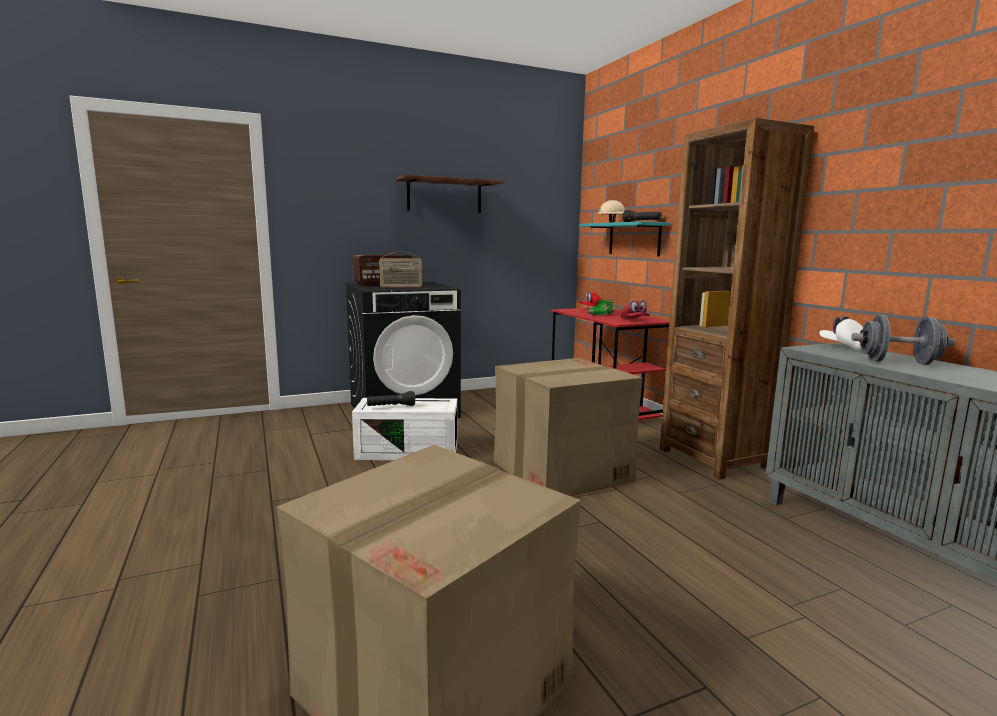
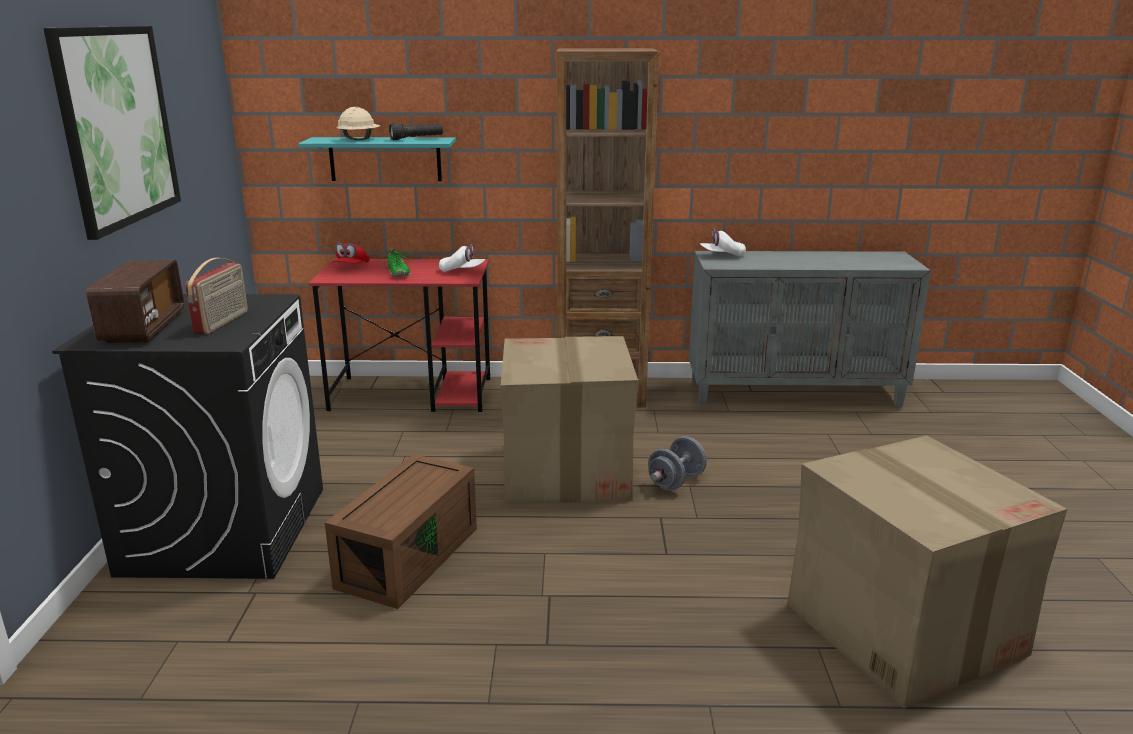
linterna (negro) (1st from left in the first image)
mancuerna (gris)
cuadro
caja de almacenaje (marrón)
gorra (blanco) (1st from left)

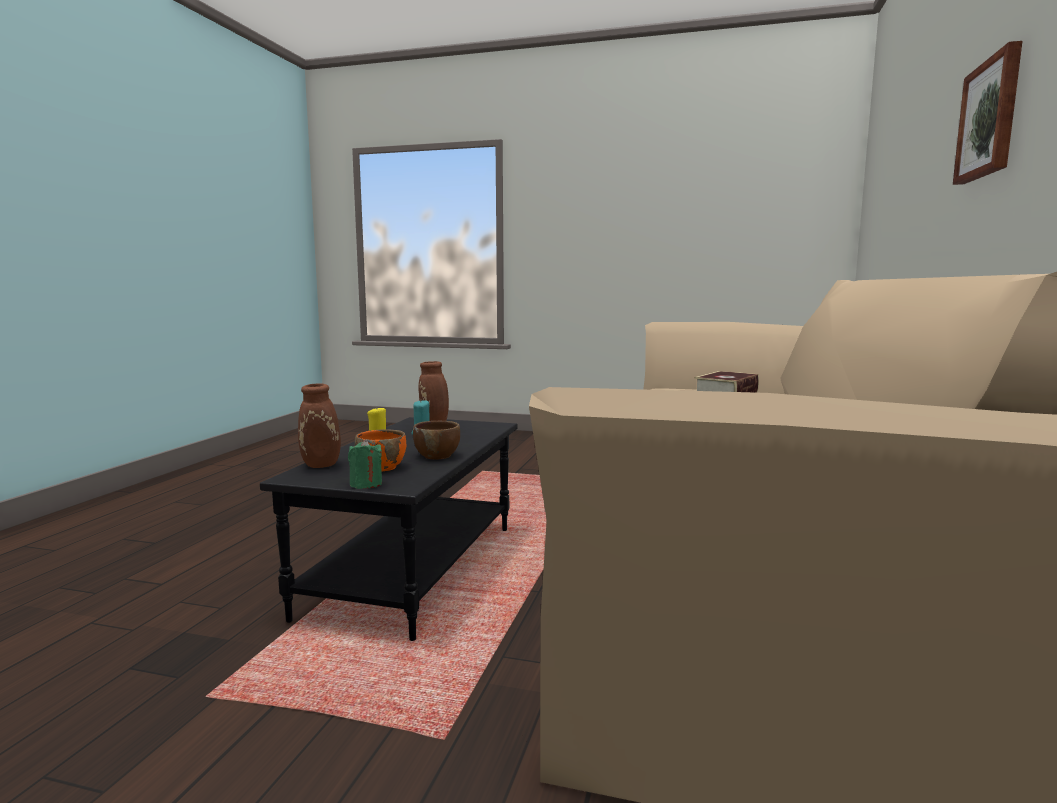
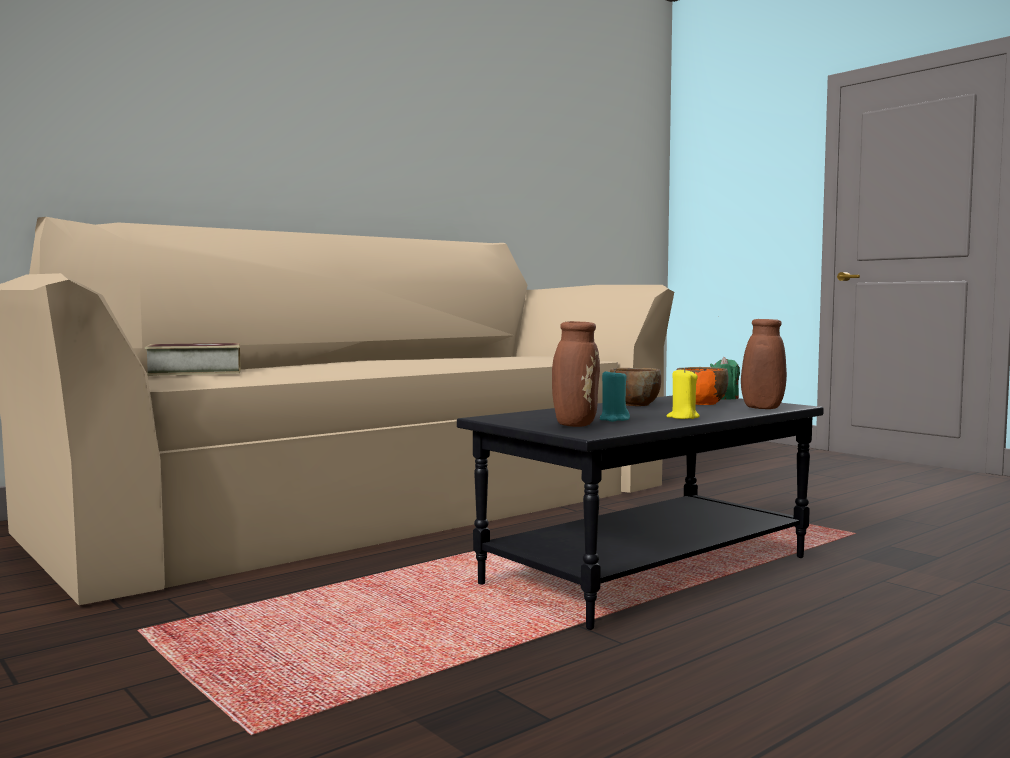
cuadro

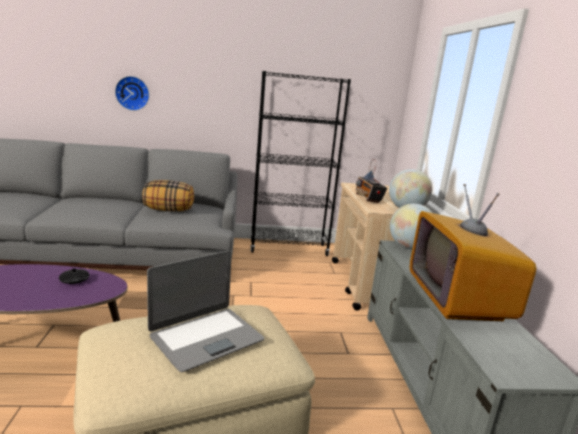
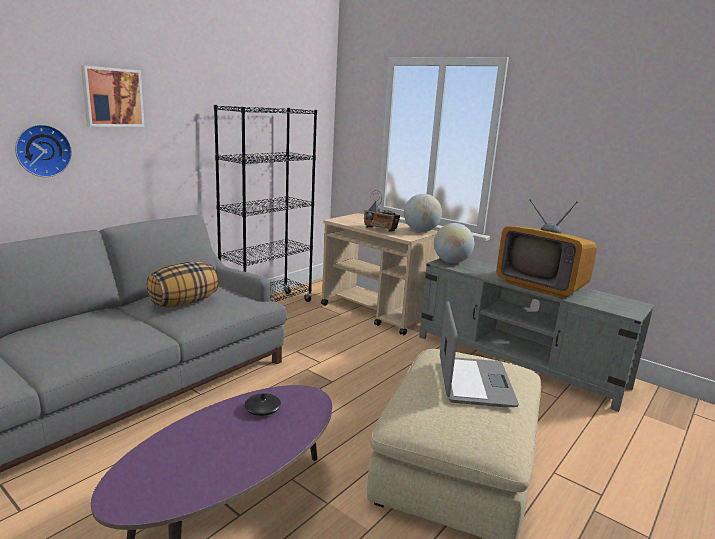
cuadro

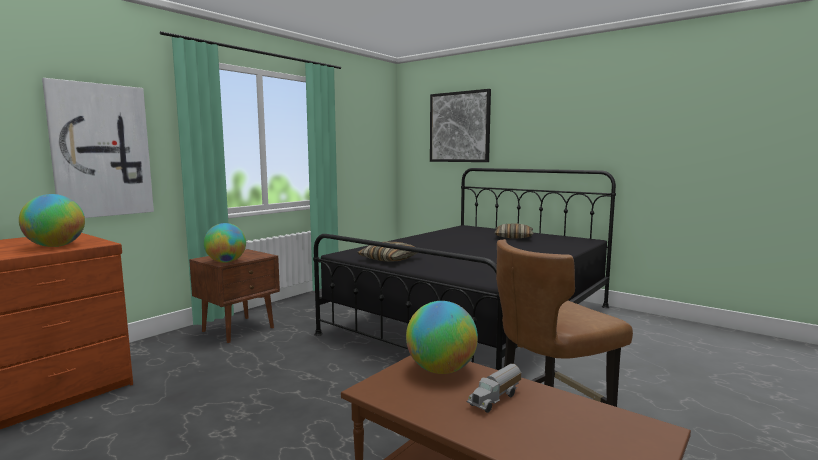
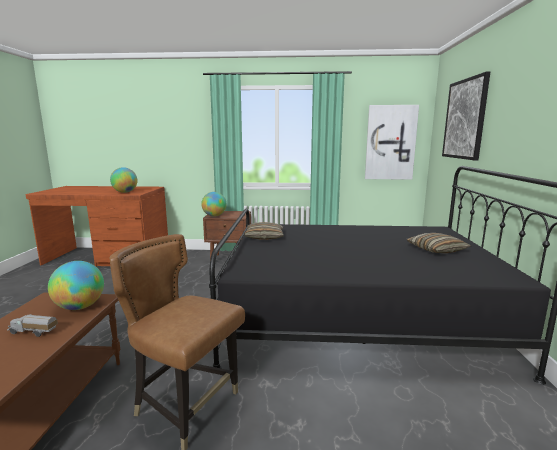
cuadro (1st from left)

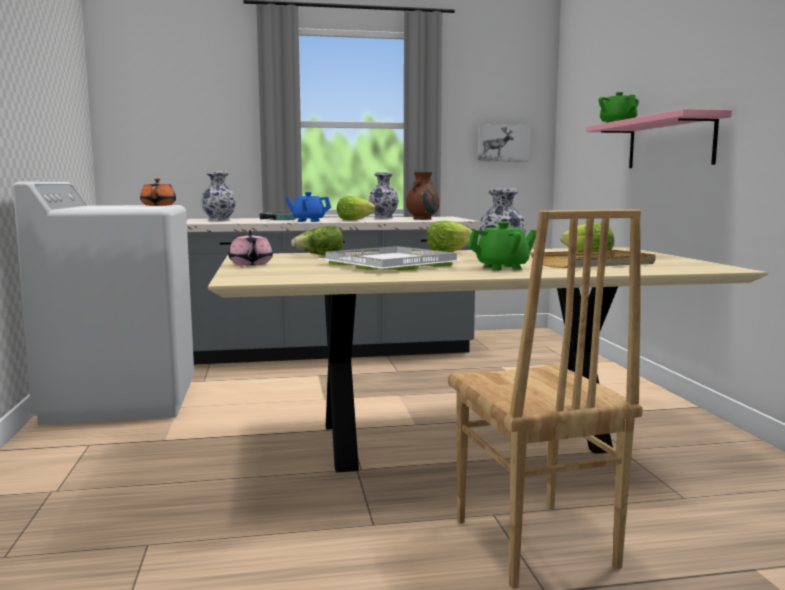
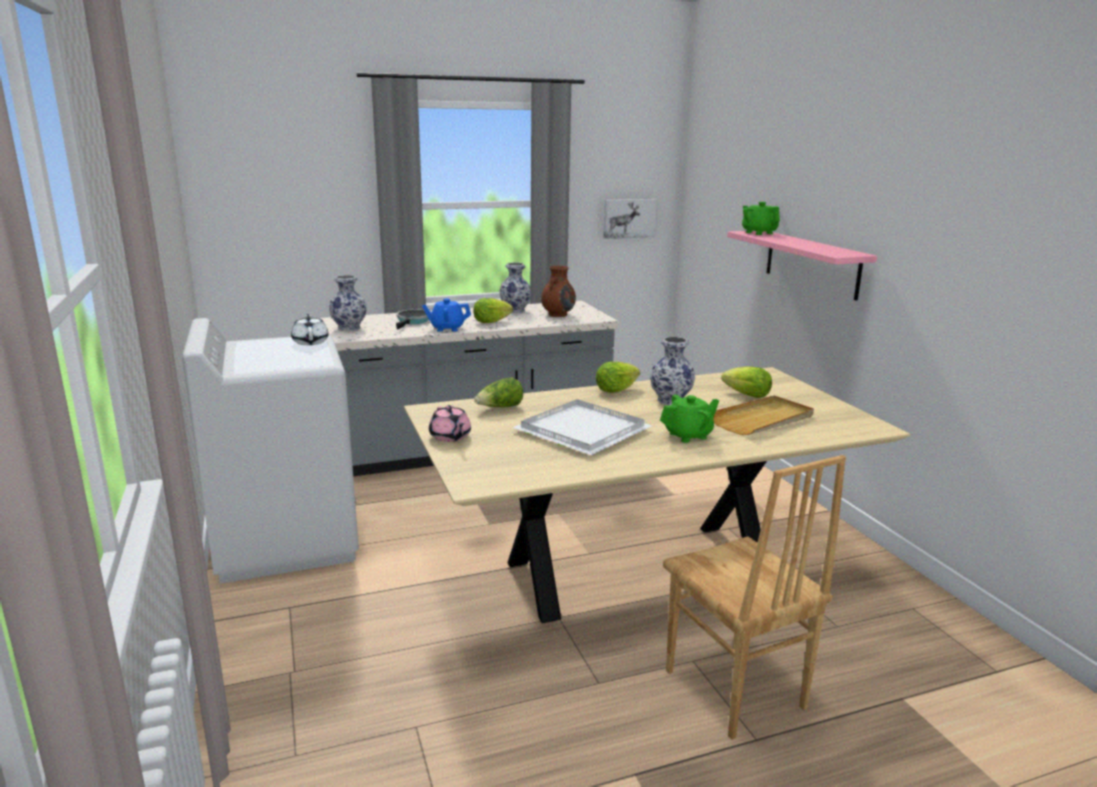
tetera (blanco)

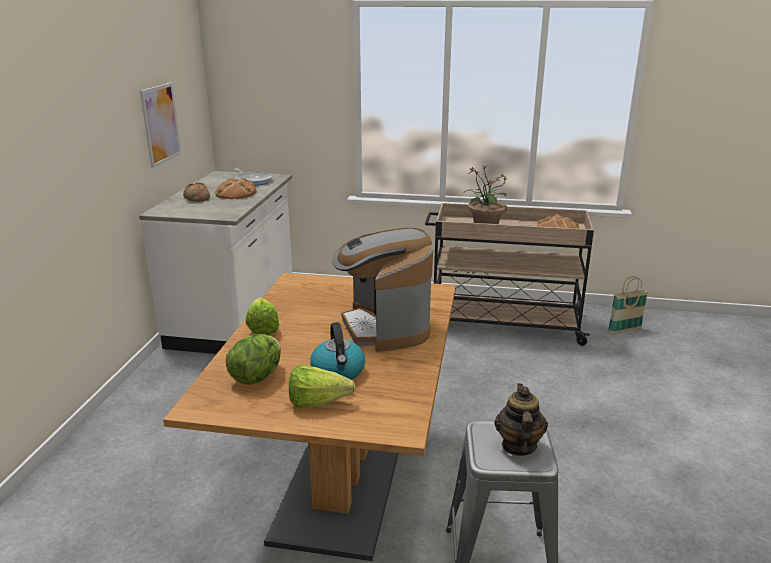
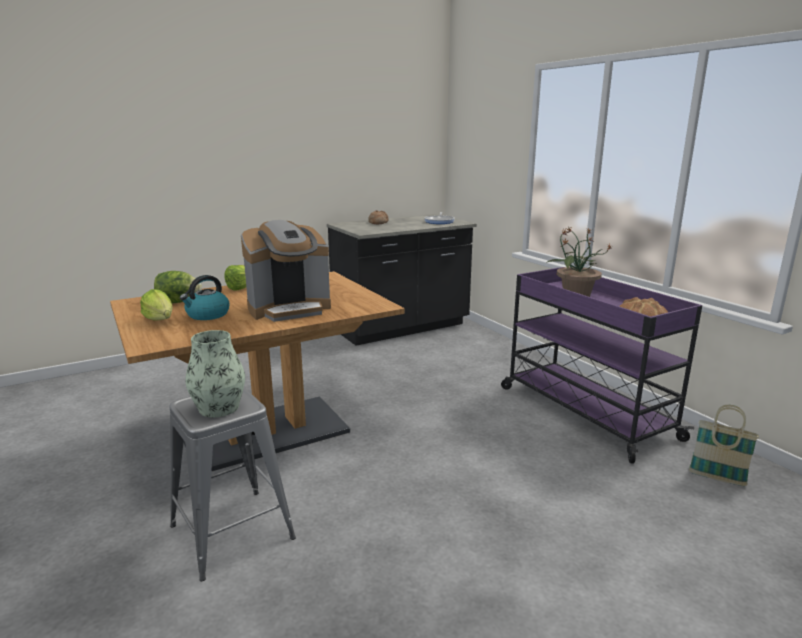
cuadro
pan (2nd from left in the first image)
florero
mueble bajo de cocina (negro)
carrito (morado)
cafetera

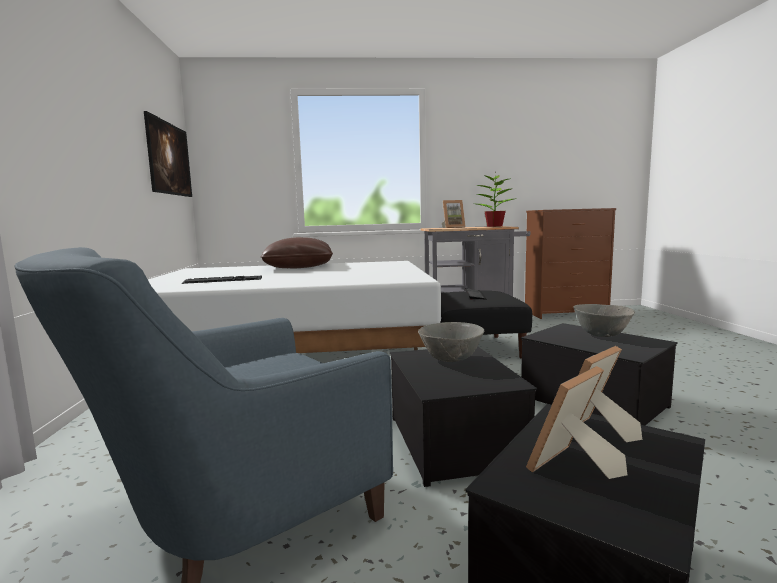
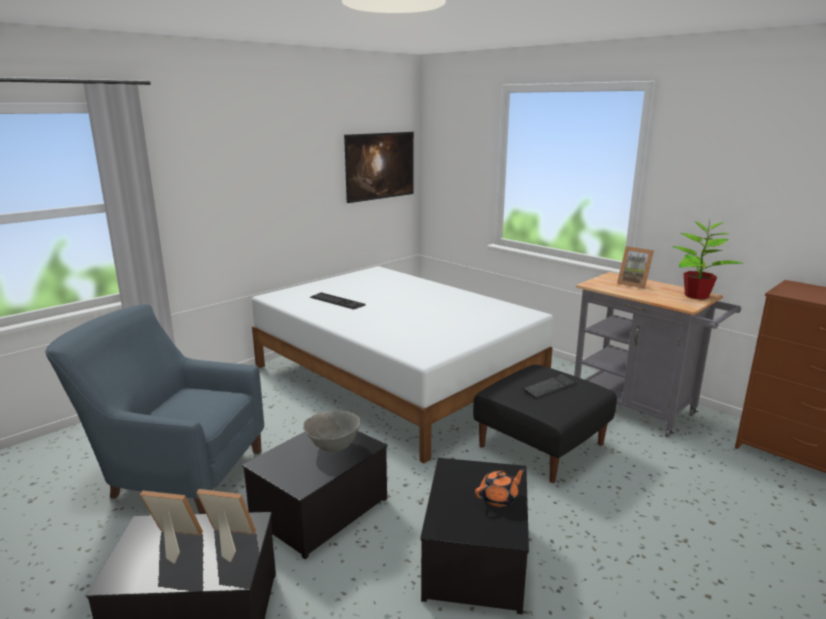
cojín (marrón)
tetera (naranja)

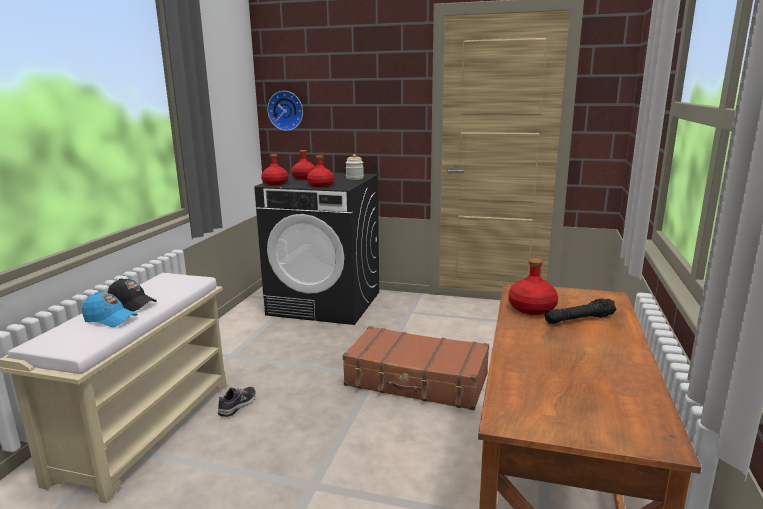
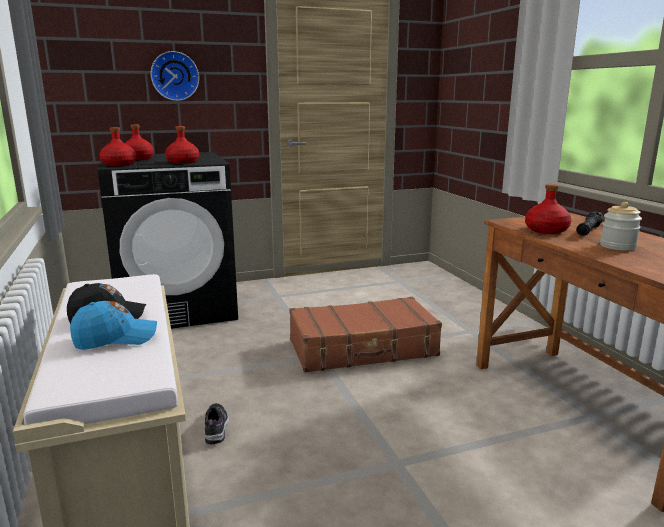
reloj de pared
tarro

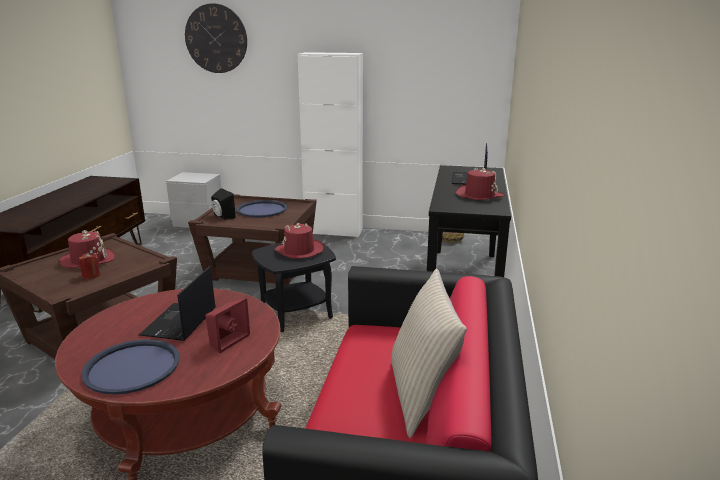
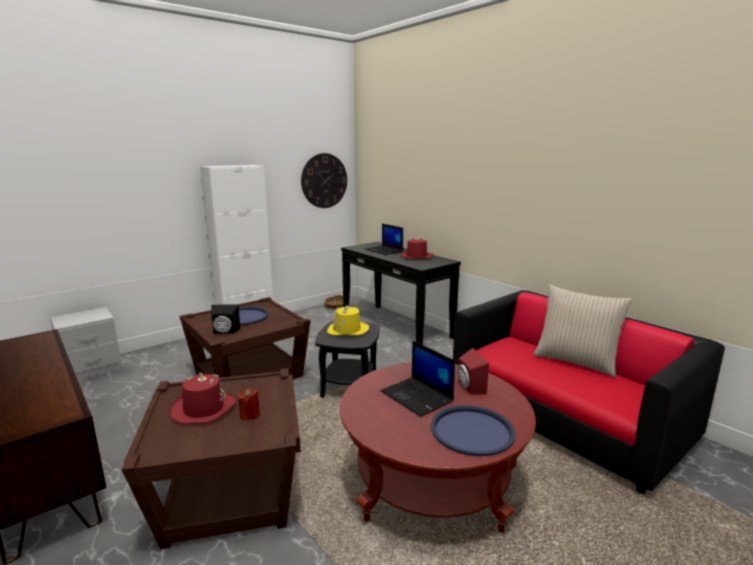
reloj de pared
sombrero (amarillo)

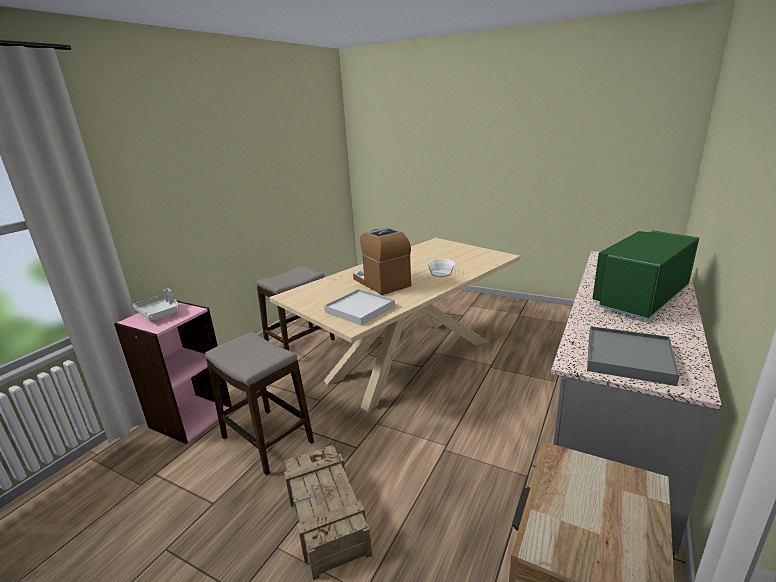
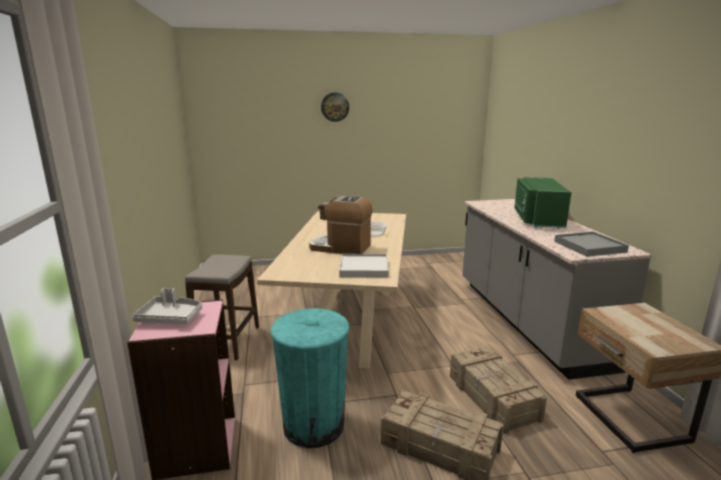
reloj de pared
caja de embalaje (2nd from left)
papelera (turquesa)

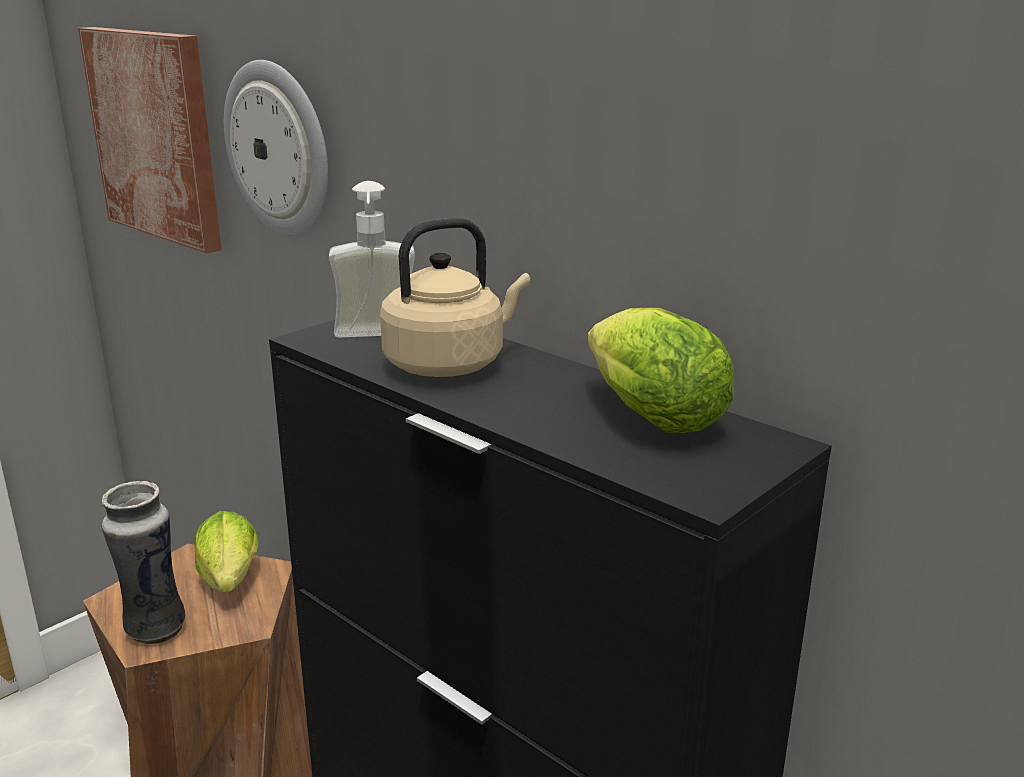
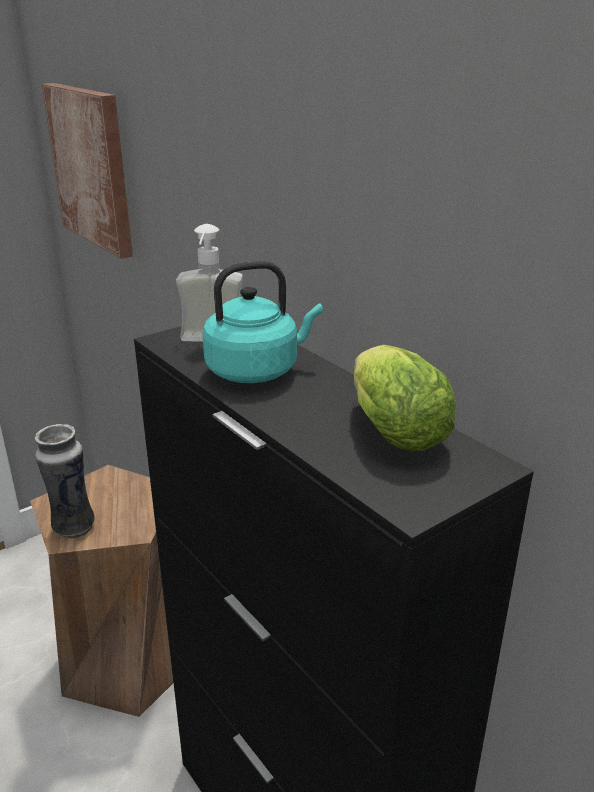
lechuga (1st from left in the first image)
reloj de pared
hervidor (turquesa)

